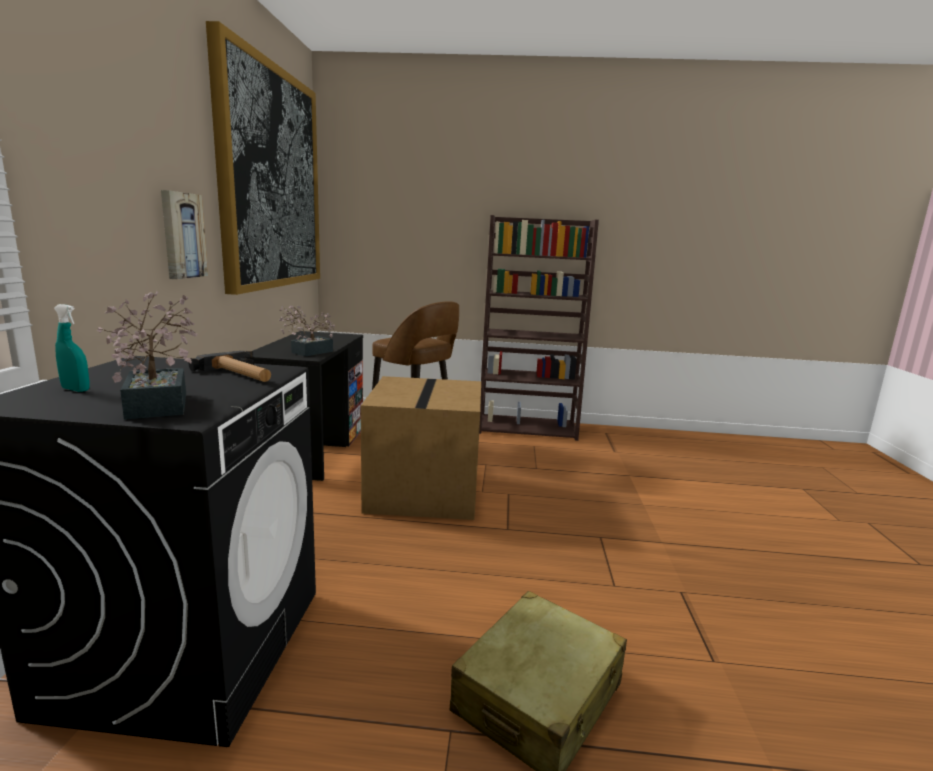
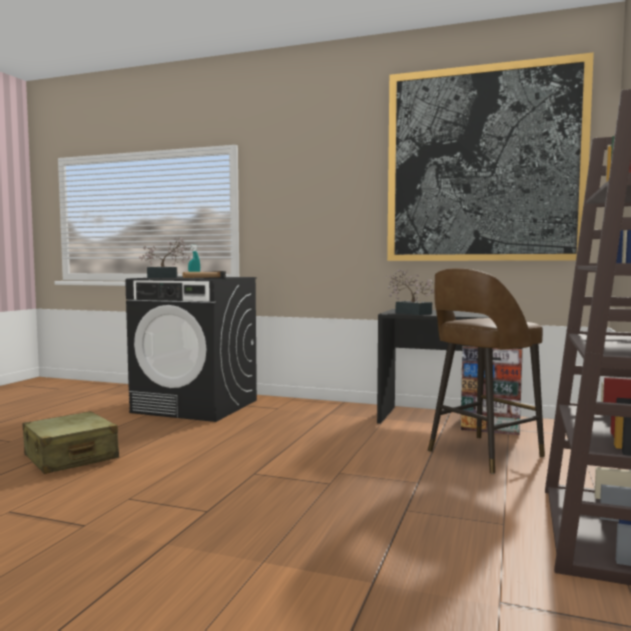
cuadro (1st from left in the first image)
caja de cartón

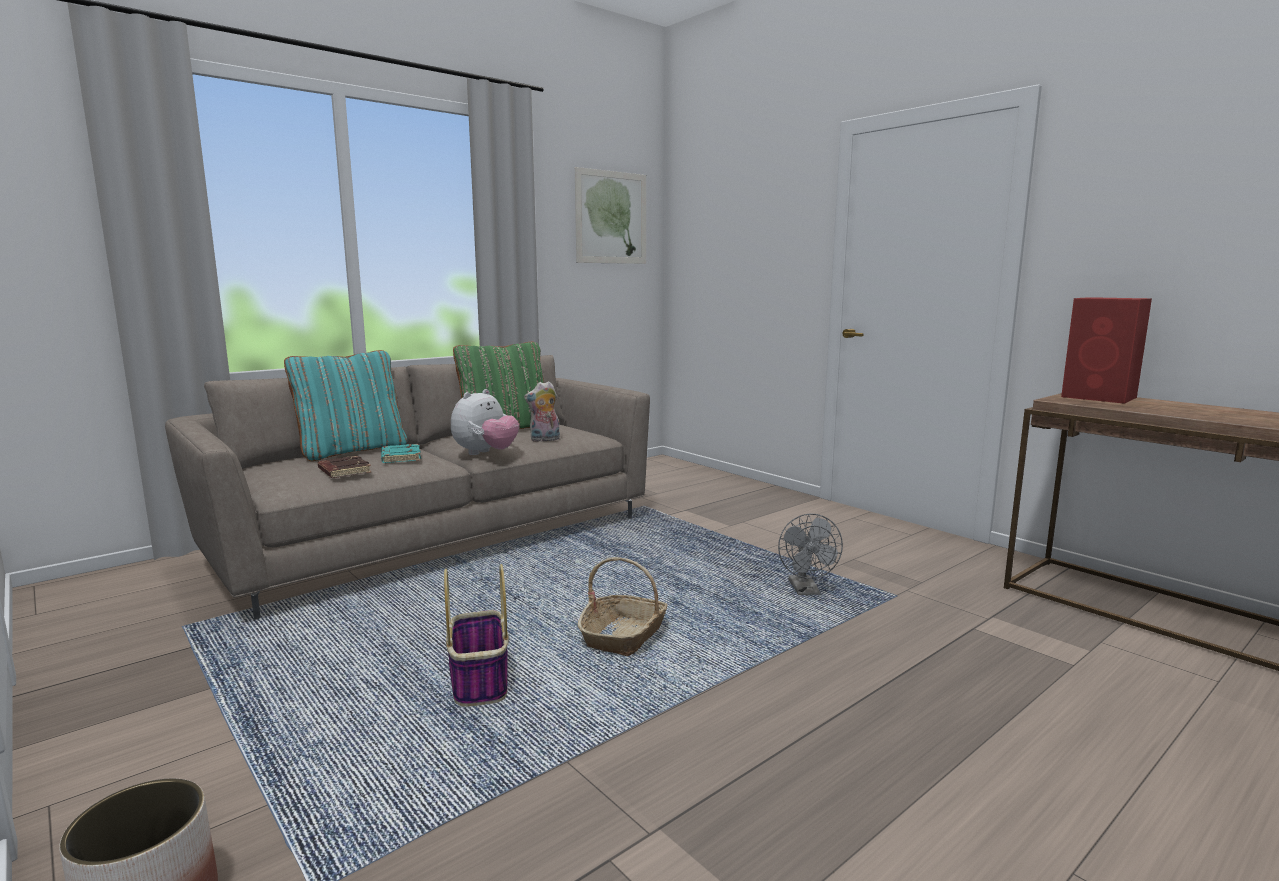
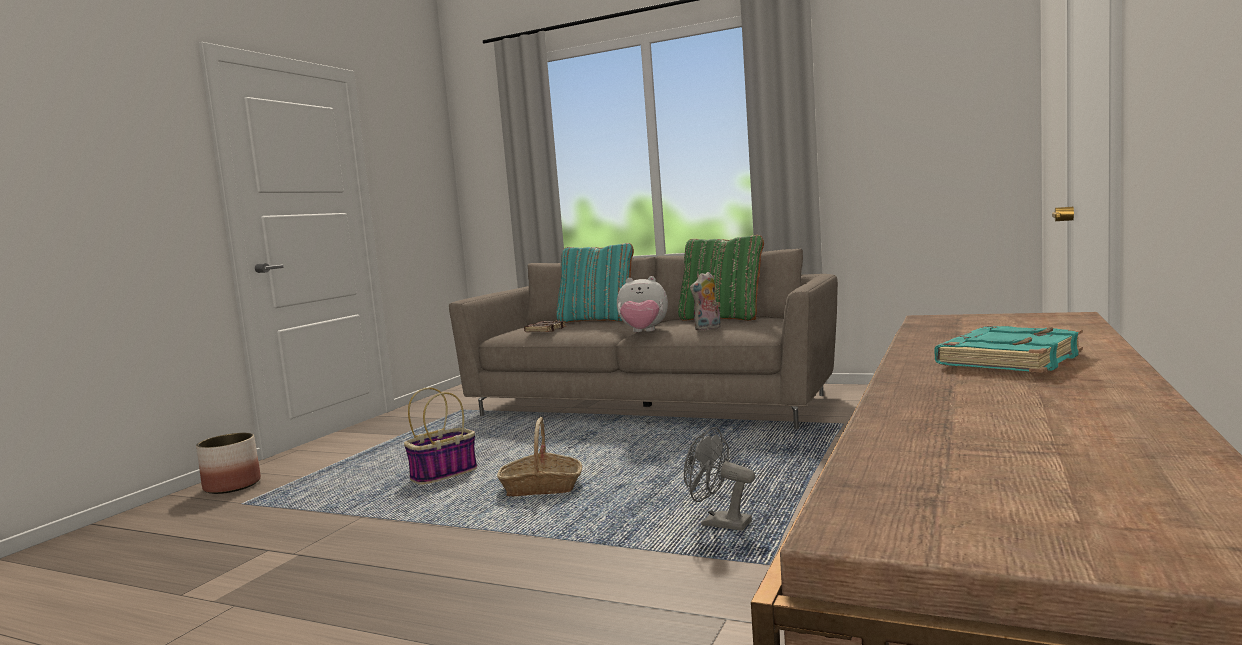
cuadro
altavoz (rojo)
libro (turquesa)
peluche (2nd from left)
ventilador (gris)

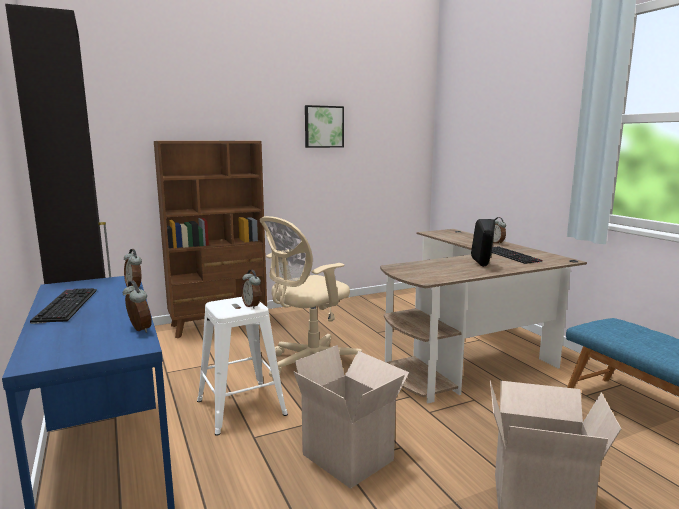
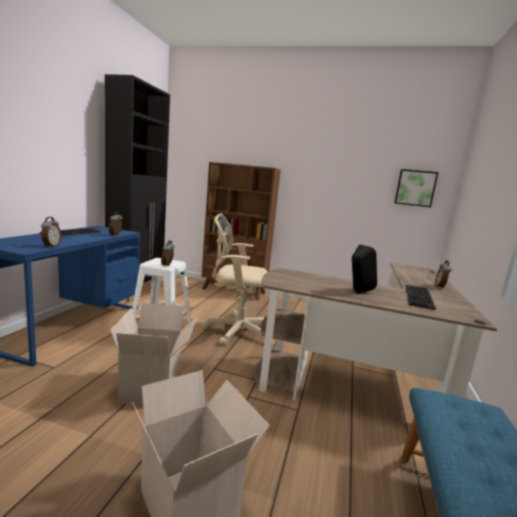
cuadro

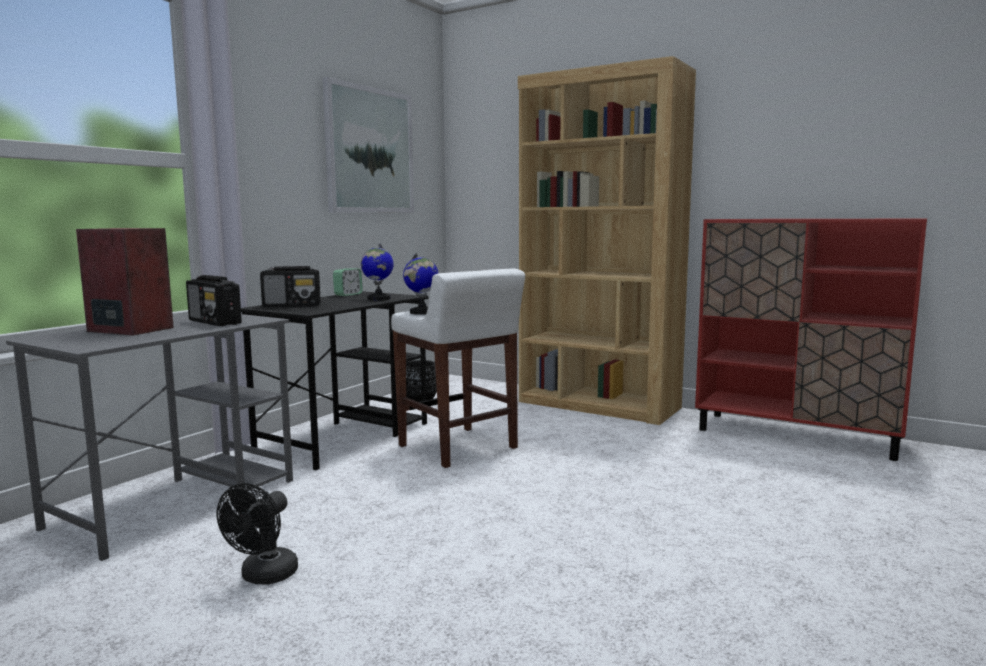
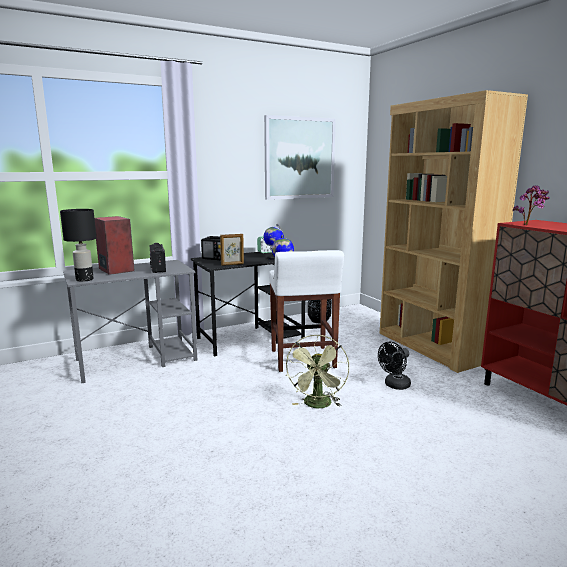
lámpara de mesa (negro)
portarretratos
ventilador (verde)
planta en maceta
ventilador (negro)

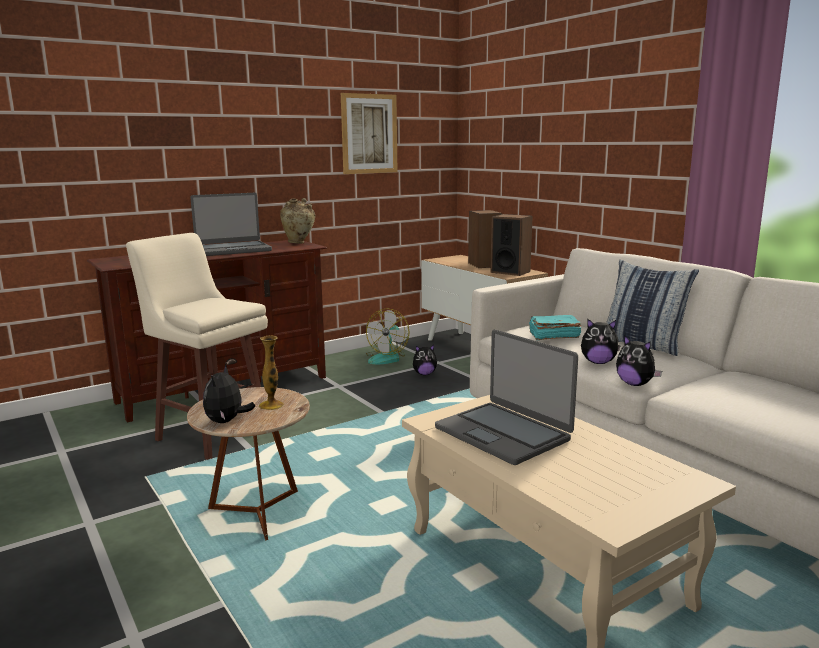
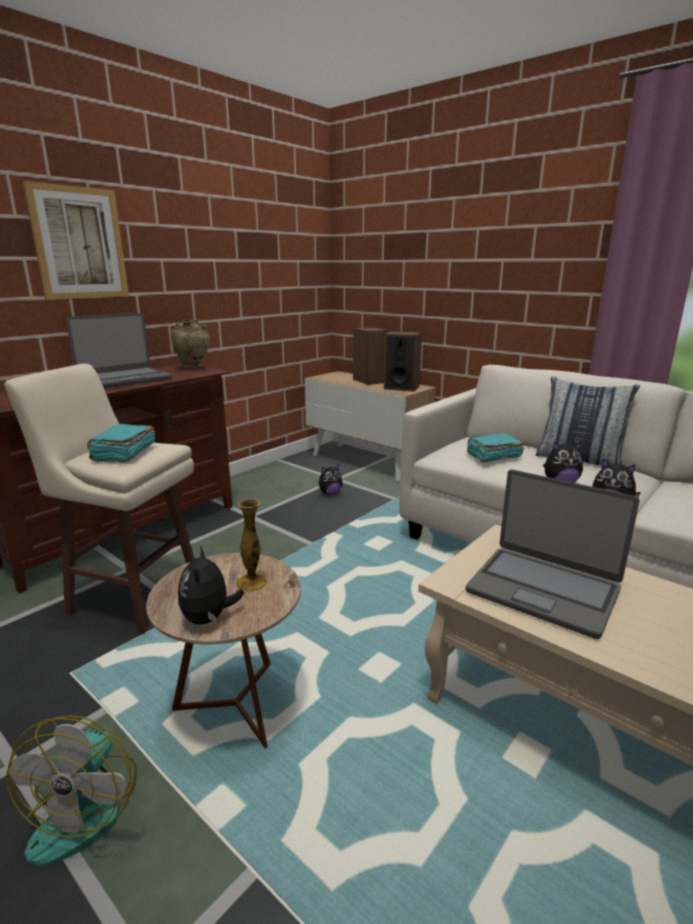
libro (turquesa) (1st from left)
cuadro
ventilador

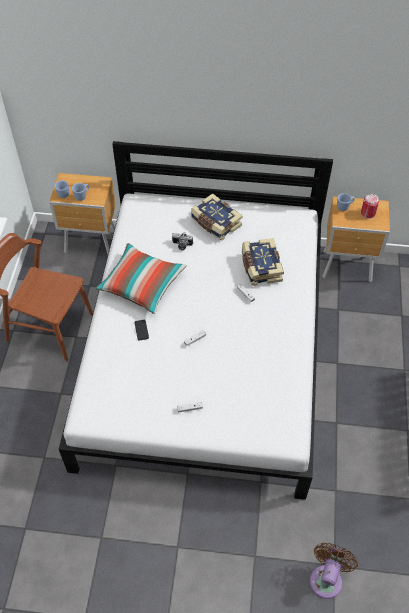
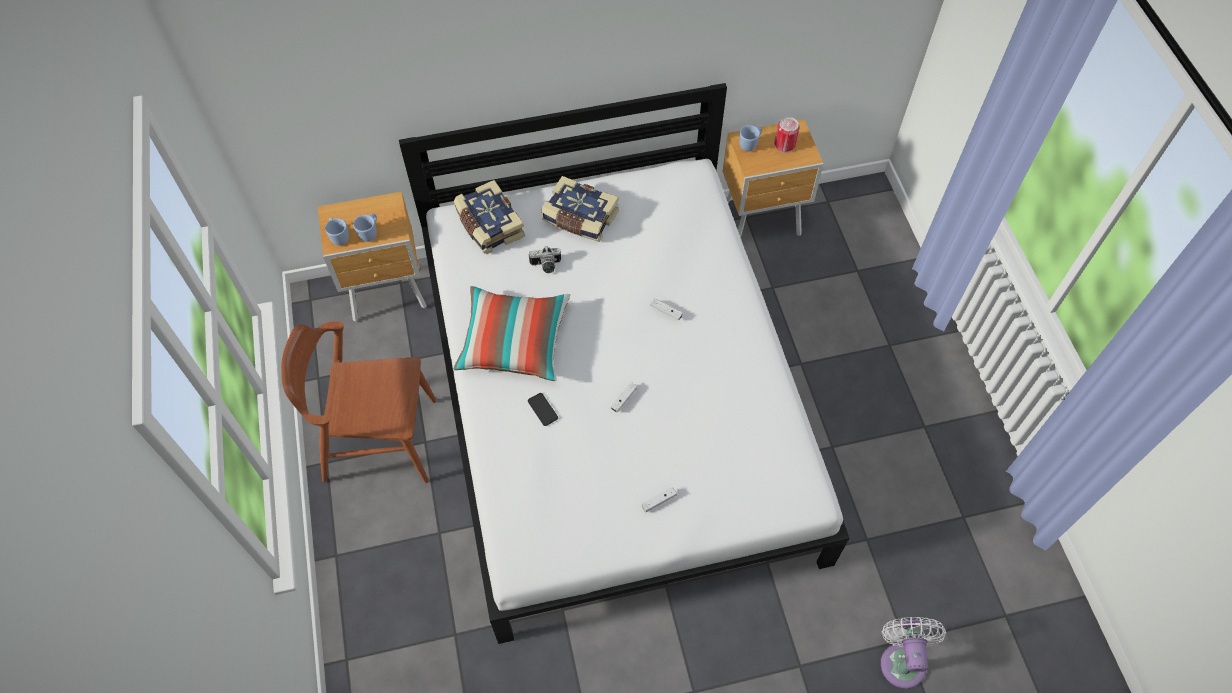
libro (1st from left)
ventilador (blanco)

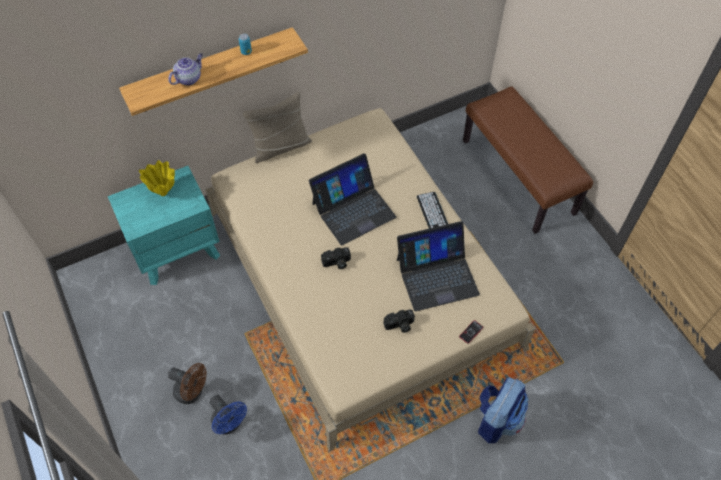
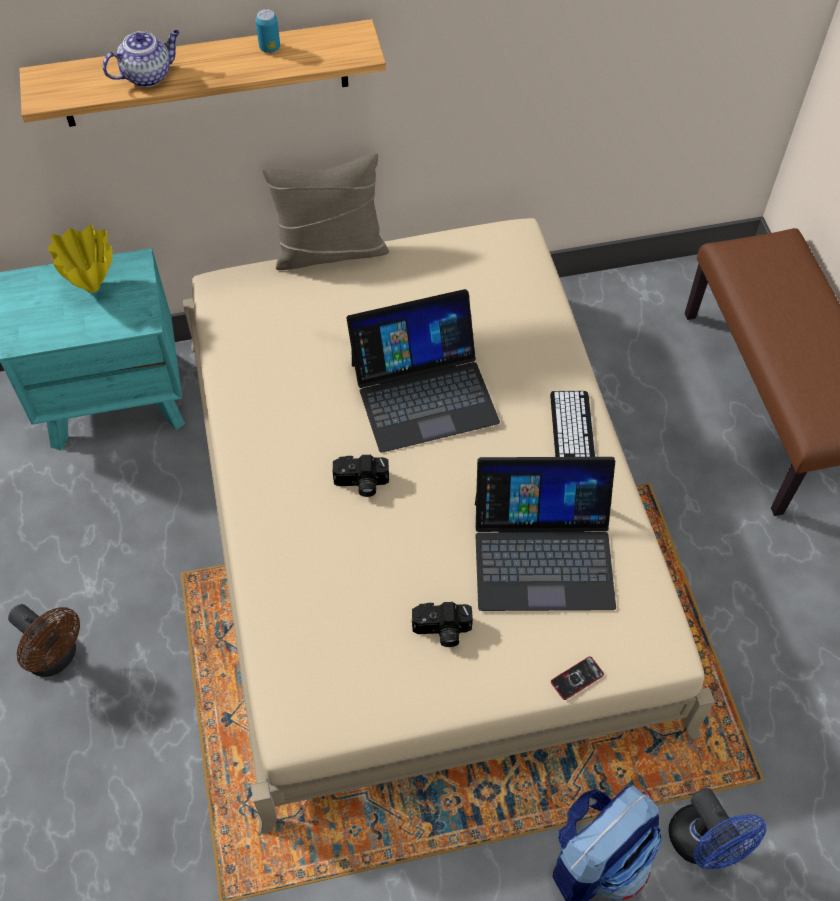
ventilador (azul)

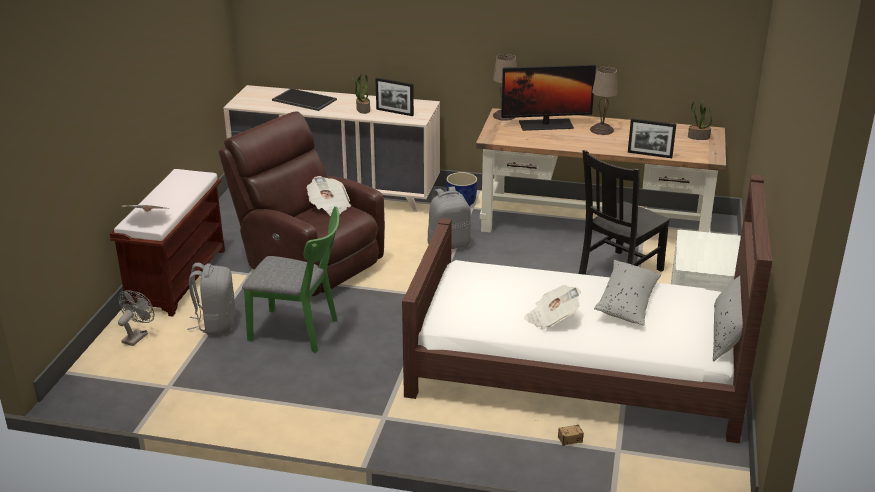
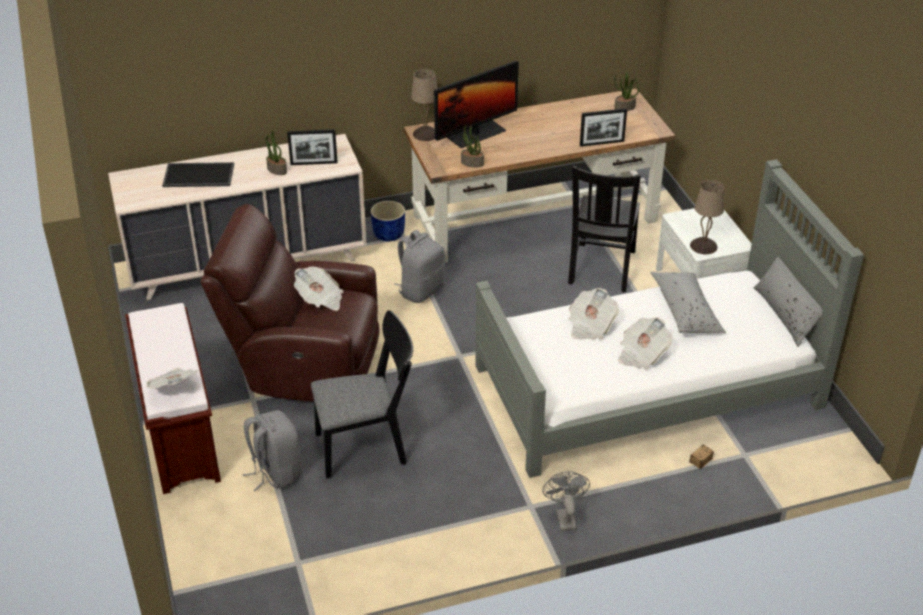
planta en maceta (2nd from left)
periódico (3rd from left)
ventilador (gris)
lámpara de mesa (beis) (2nd from left)
silla (negro) (1st from left)
cama (gris)

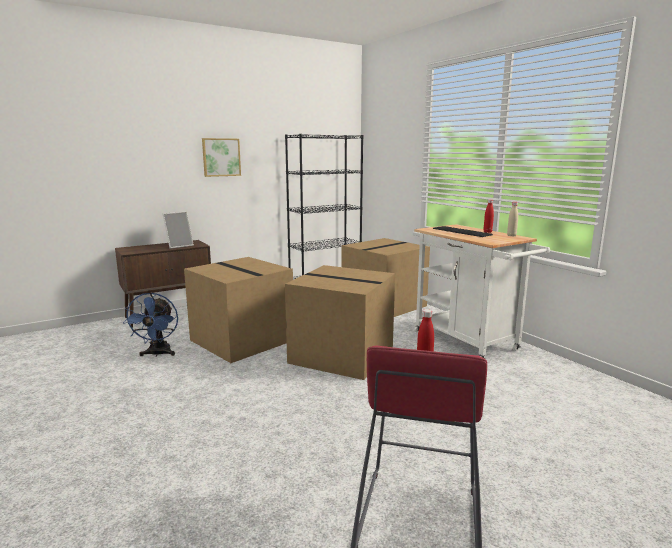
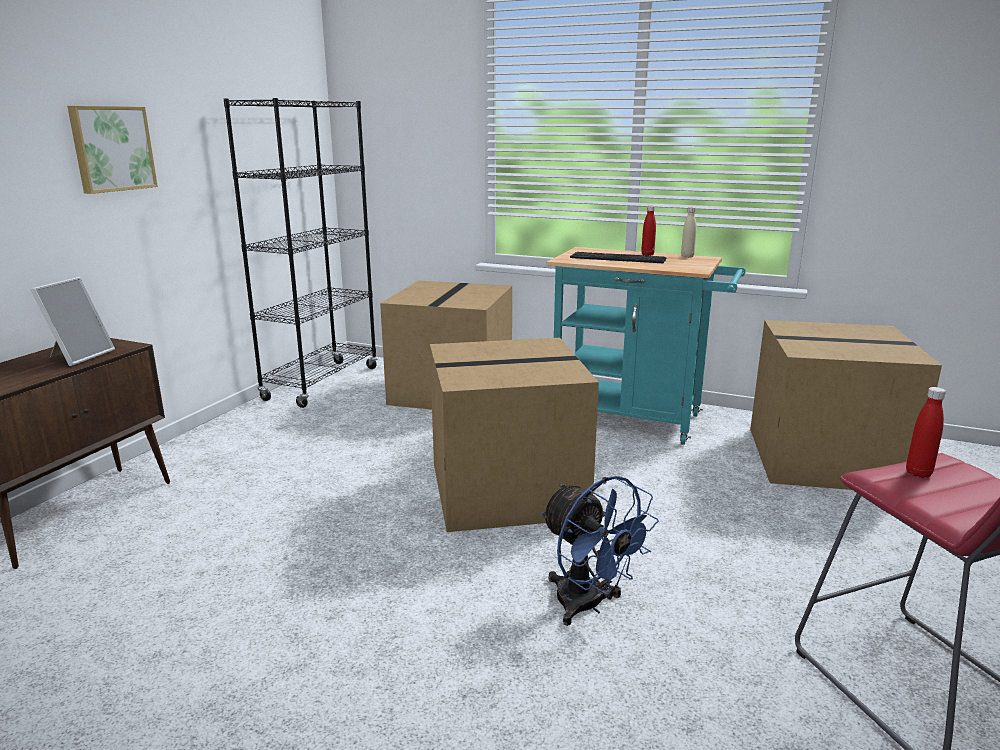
ventilador (azul)
caja de cartón (3rd from left)
carrito (turquesa)

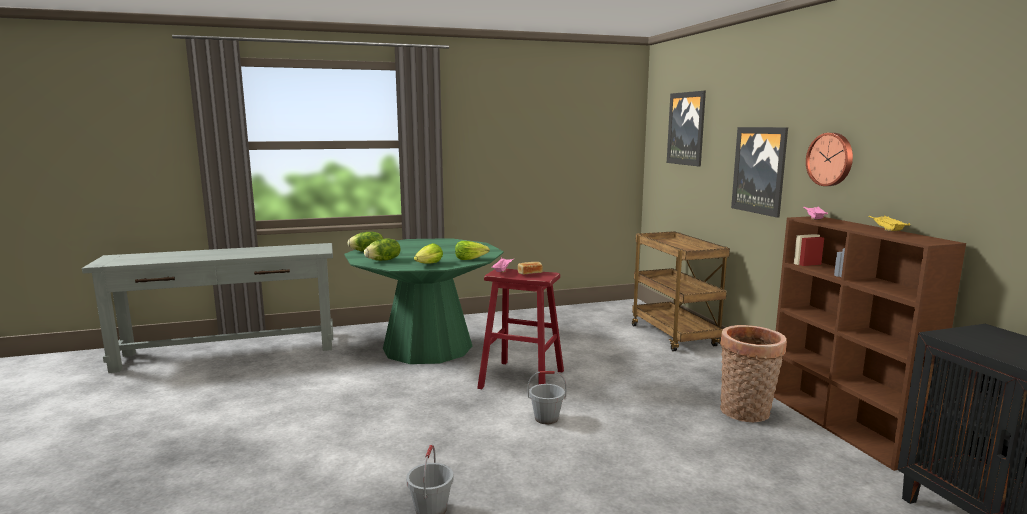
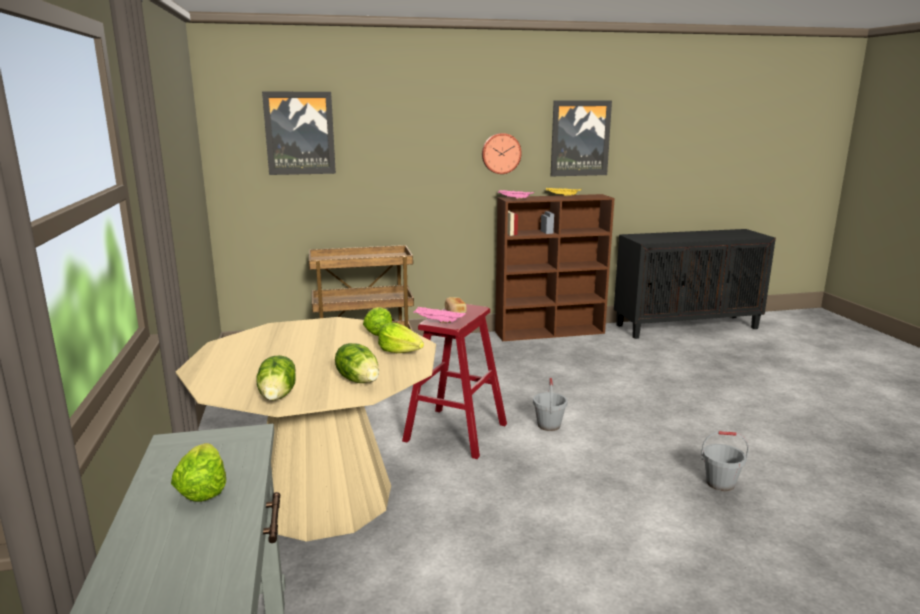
cesta
lechuga (1st from left)
cuadro (2nd from left)
mesa de comedor (beis)

